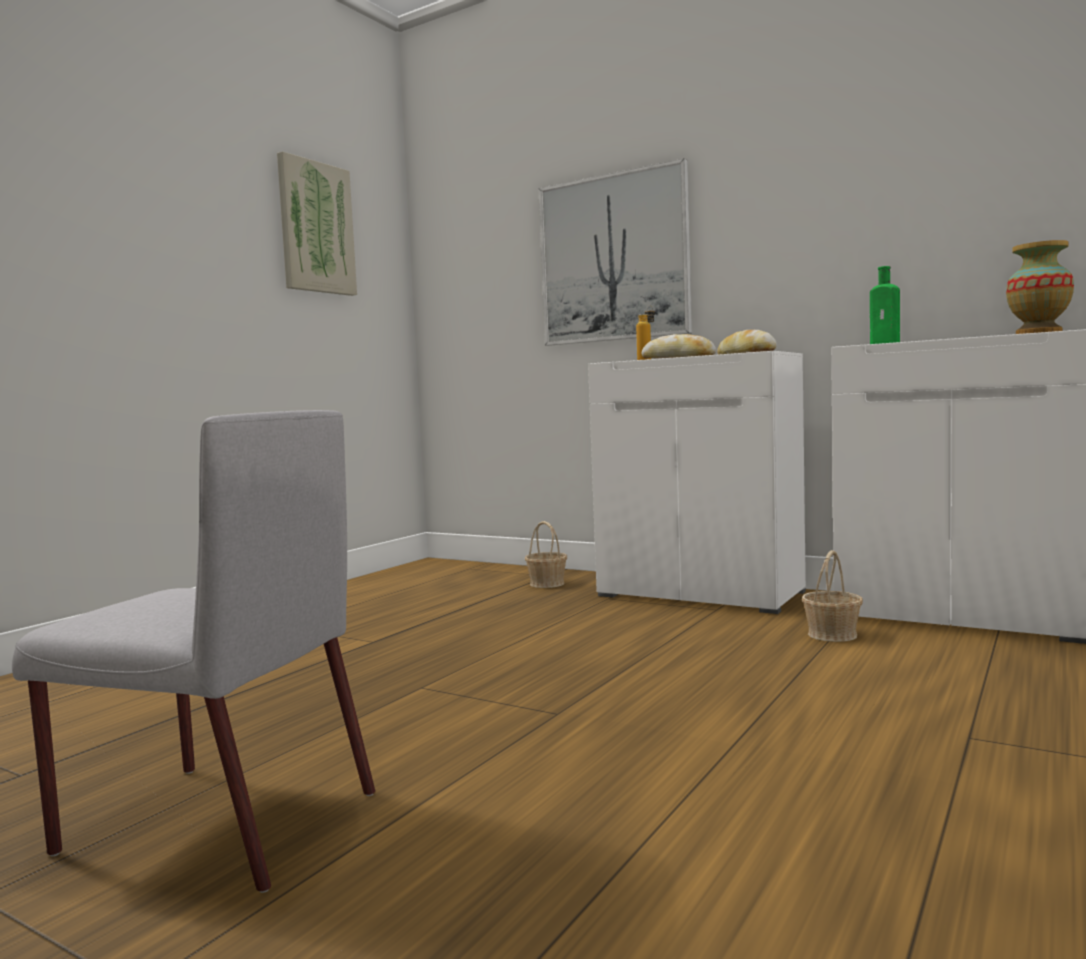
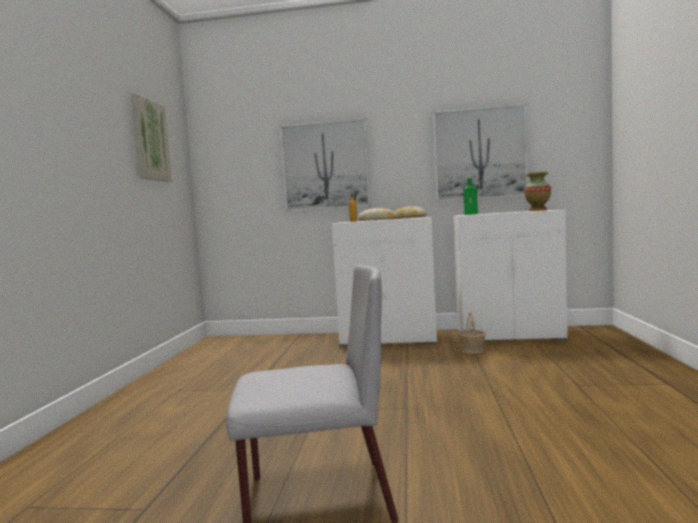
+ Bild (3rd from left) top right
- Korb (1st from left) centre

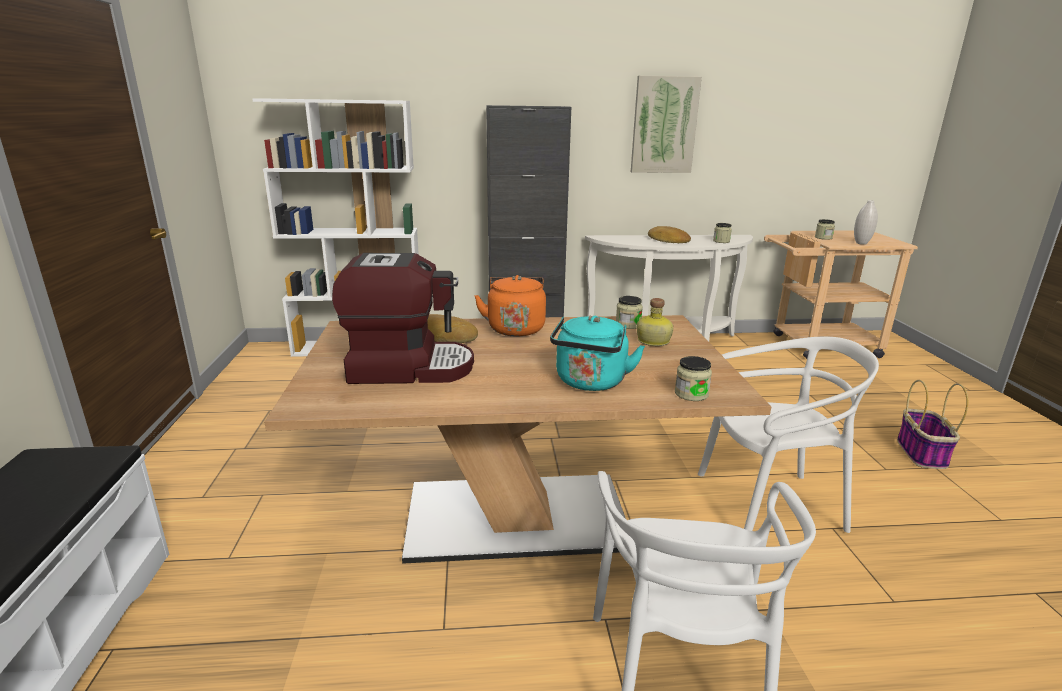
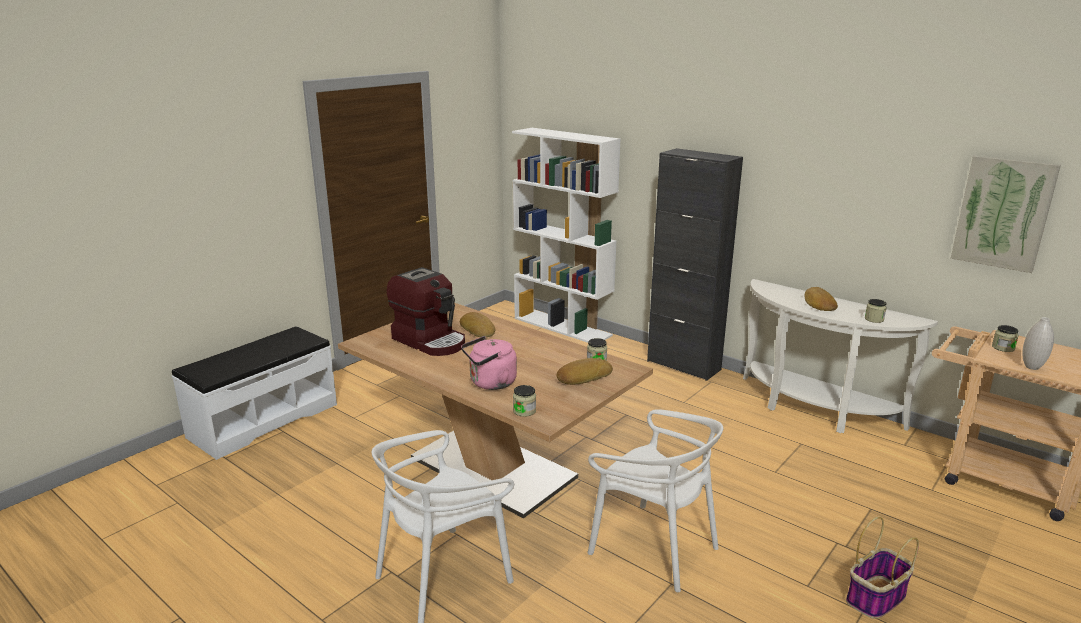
~ Wasserkessel/türkis centre to Wasserkessel/rosa centre
~ Flasche centre to Brot (2nd from left) centre
~ Bild top centre to middle right
- Wasserkessel/orange centre

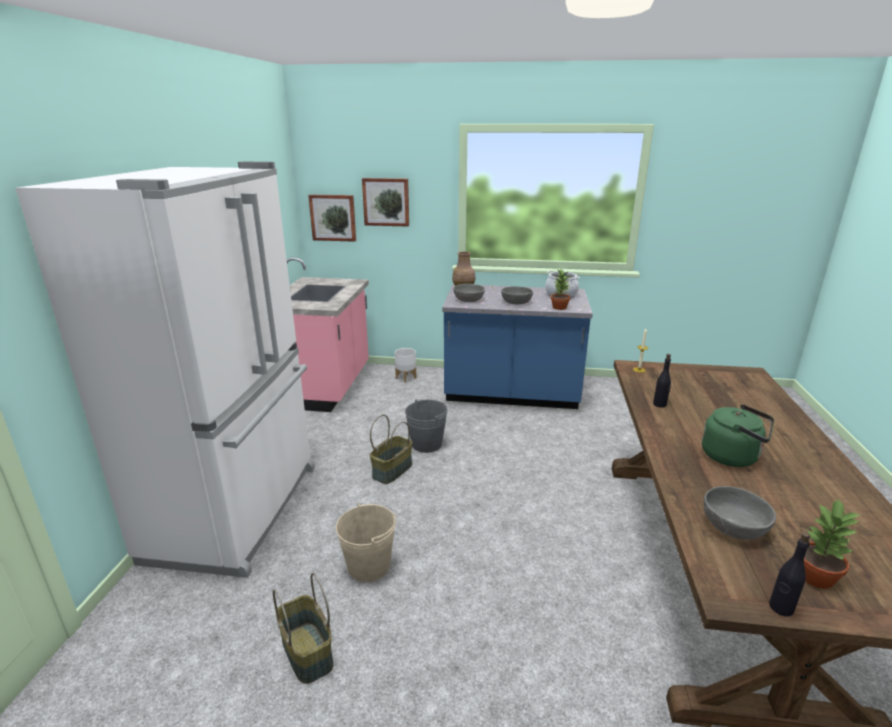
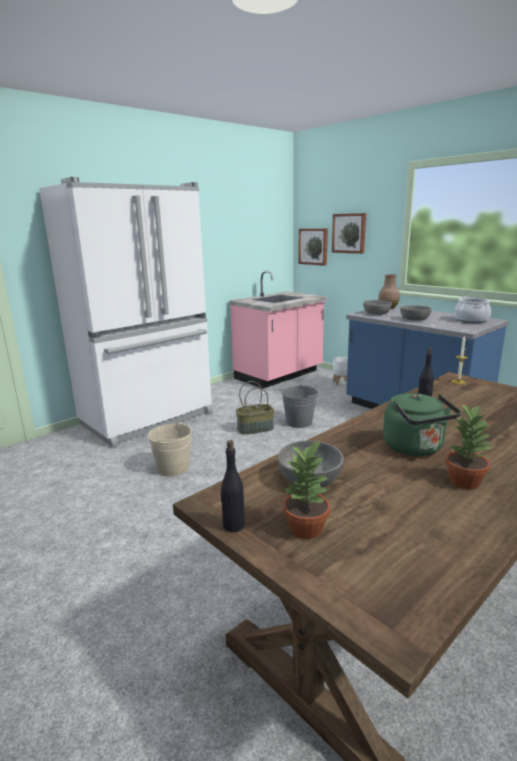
~ Topfpflanze (1st from left in the first image) centre to Topfpflanze (2nd from left) middle right
- Korb (1st from left) bottom centre

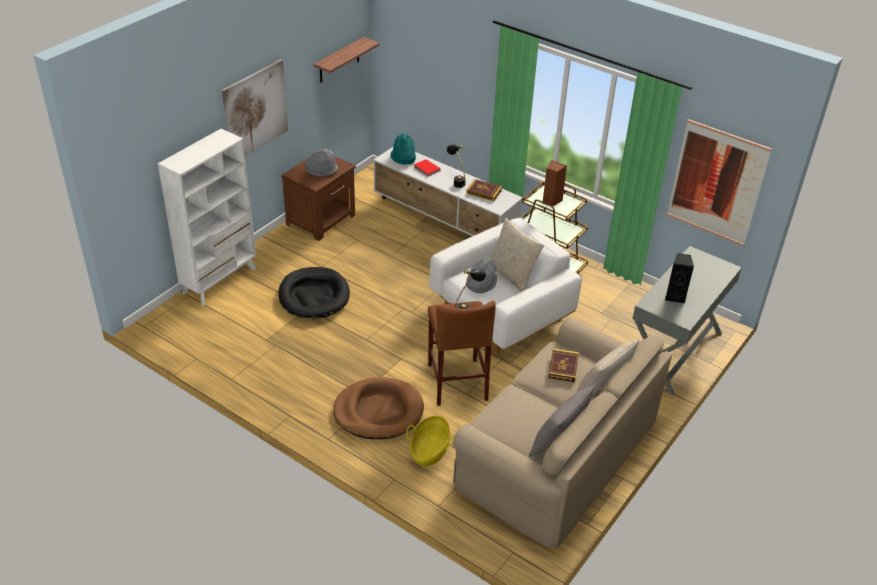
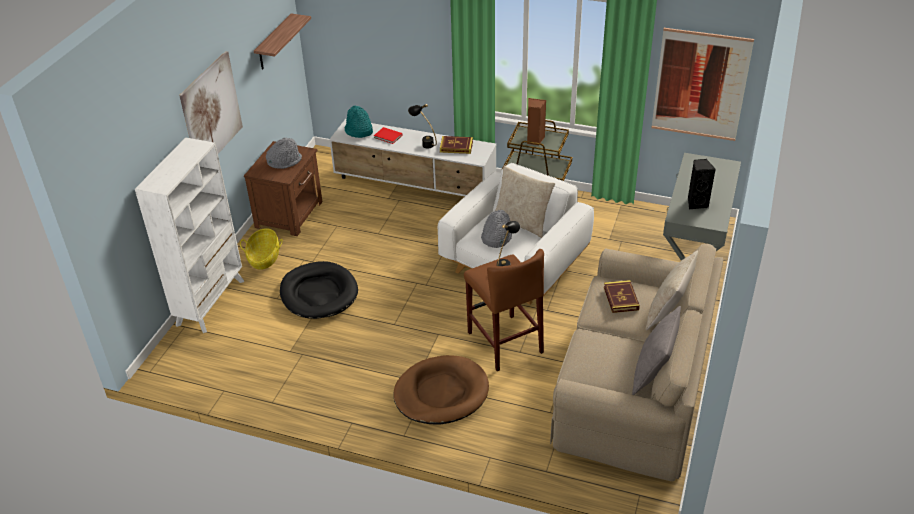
~ Korb bottom centre to middle left

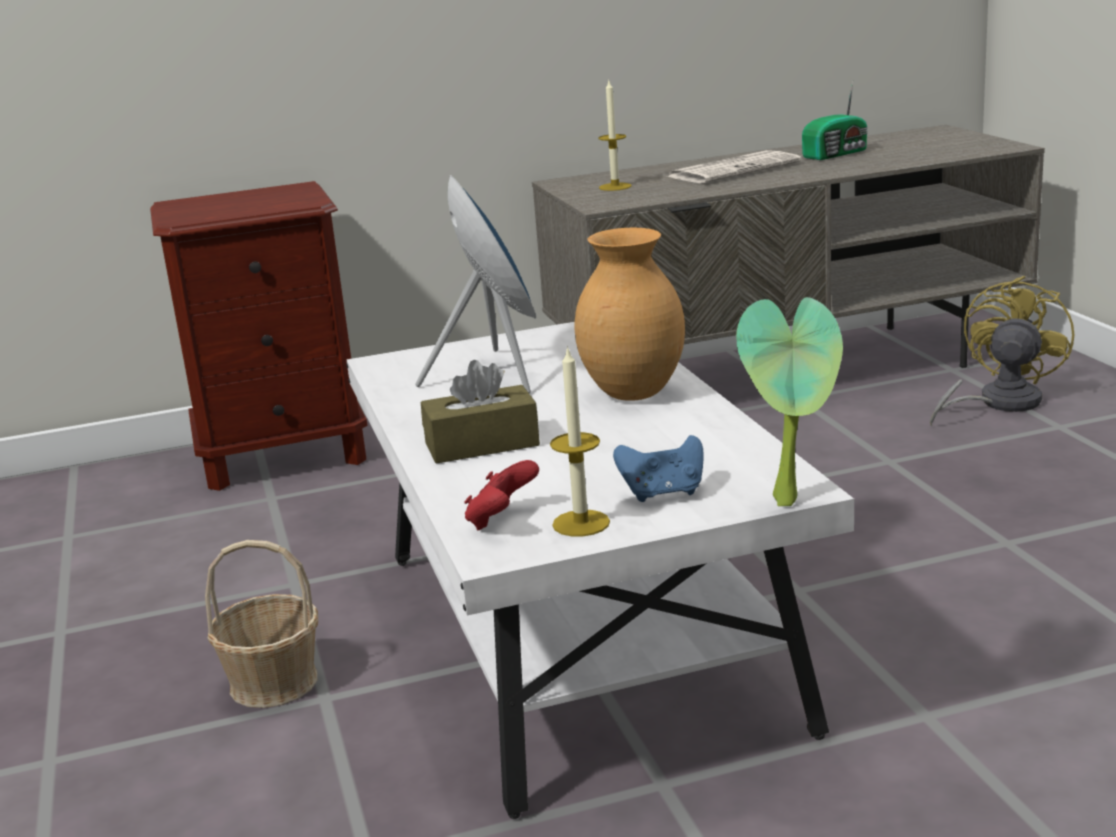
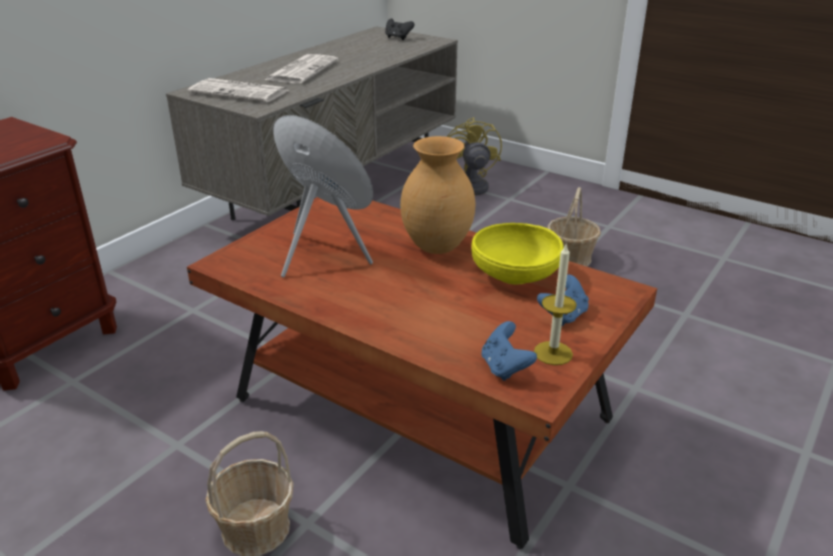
~ Couchtisch/weiß bottom centre to Couchtisch/braun bottom centre
~ Kerze (2nd from left) top centre to Zeitung (1st from left) top left
+ Gamepad/schwarz top centre
+ Schüssel/gelb centre
~ Gamepad/rot centre to Gamepad/blau (1st from left) centre
+ Korb (2nd from left) middle right
- Taschentuchbox/braun centre
- Topfpflanze middle right
- Radio top right

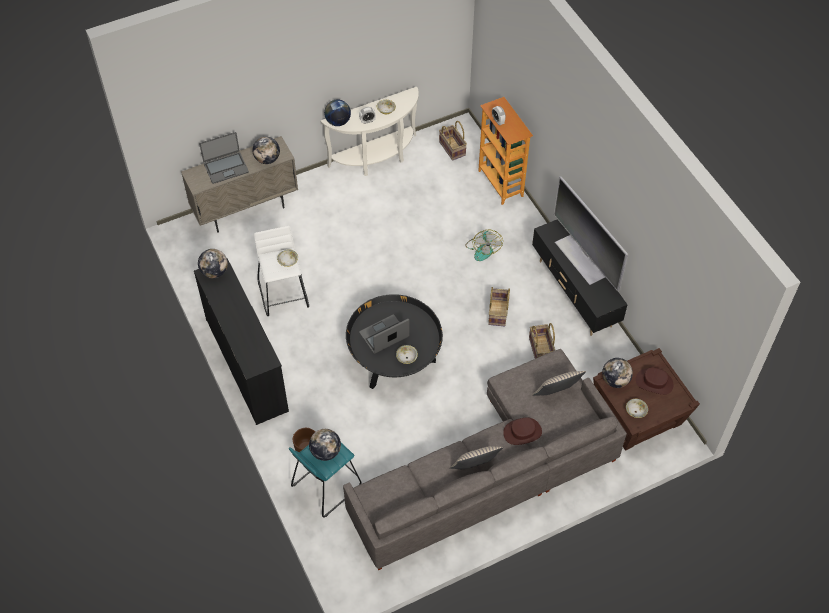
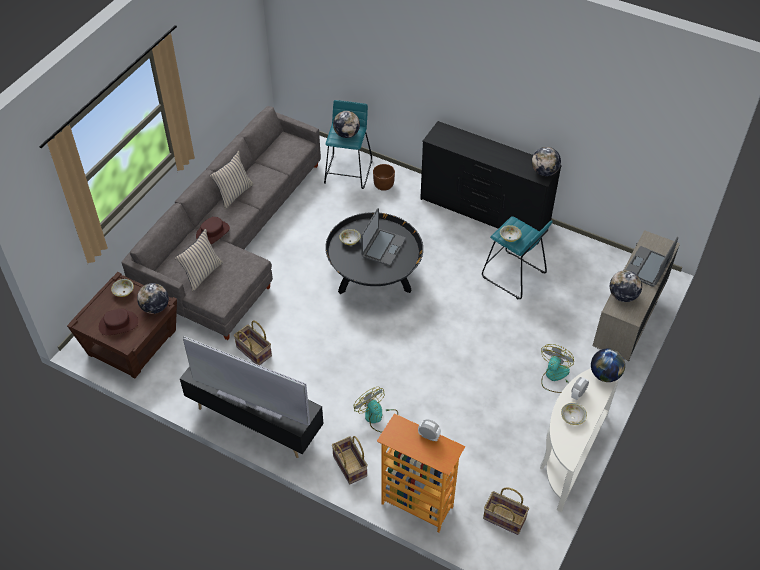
~ Korb (2nd from left) centre to bottom centre
~ Hocker/weiß centre to Hocker/türkis (2nd from left) middle right
+ Ventilator (2nd from left) middle right

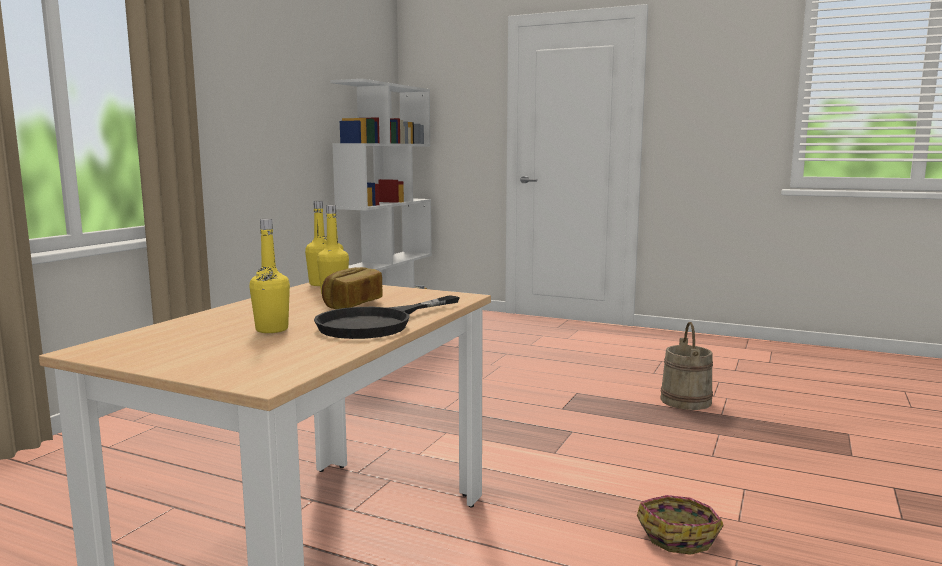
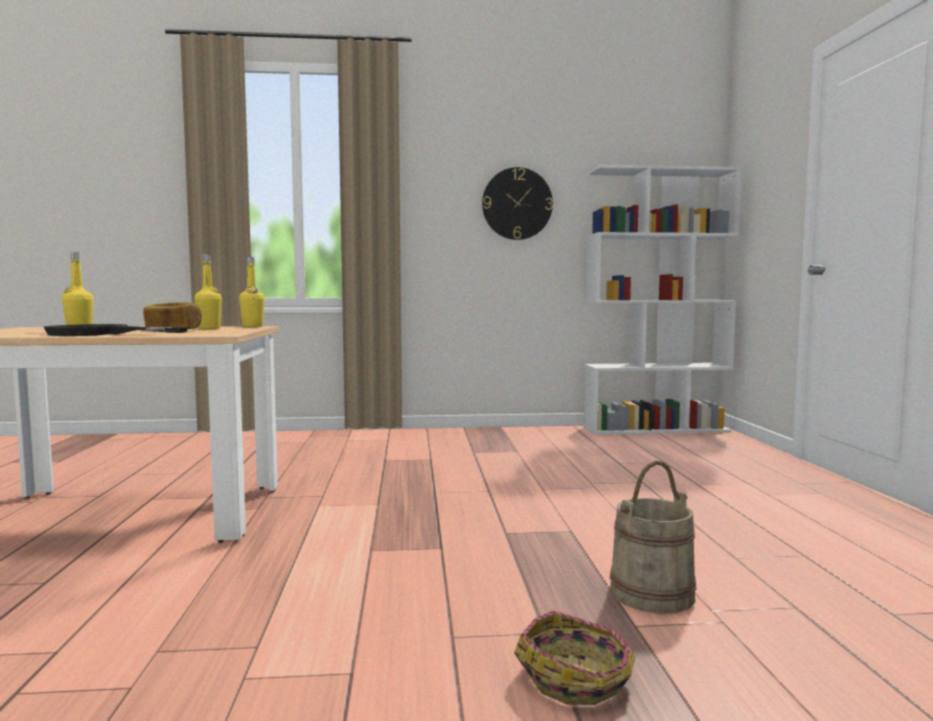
+ Wanduhr top centre
~ Korb bottom right to bottom centre

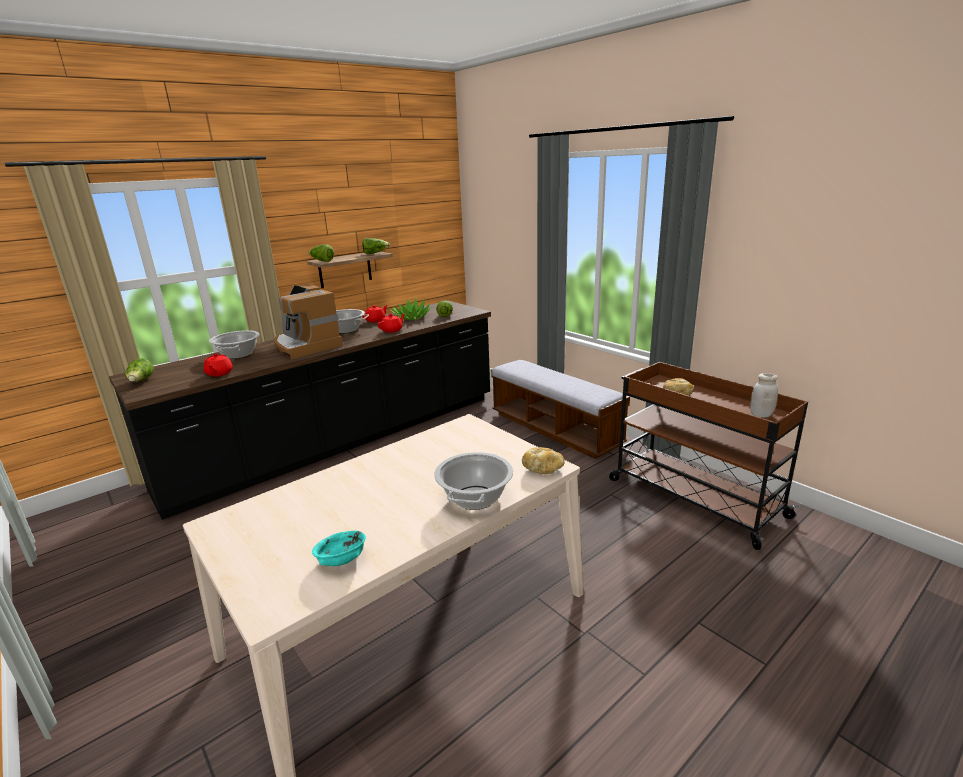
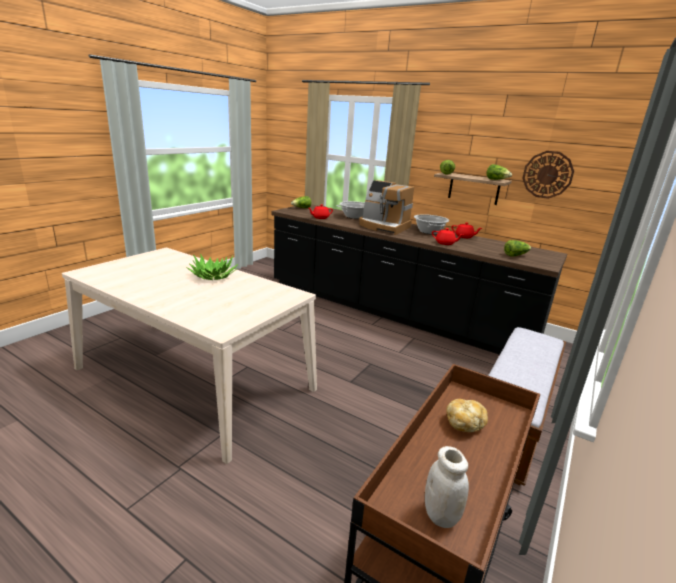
~ Topfpflanze centre to middle left
~ Kaffeemaschine middle left = centre 90 degrees counterclockwise
+ Wanduhr top right
- Schüssel/türkis bottom centre
- Kochtopf (3rd from left) centre
- Brot (1st from left) centre

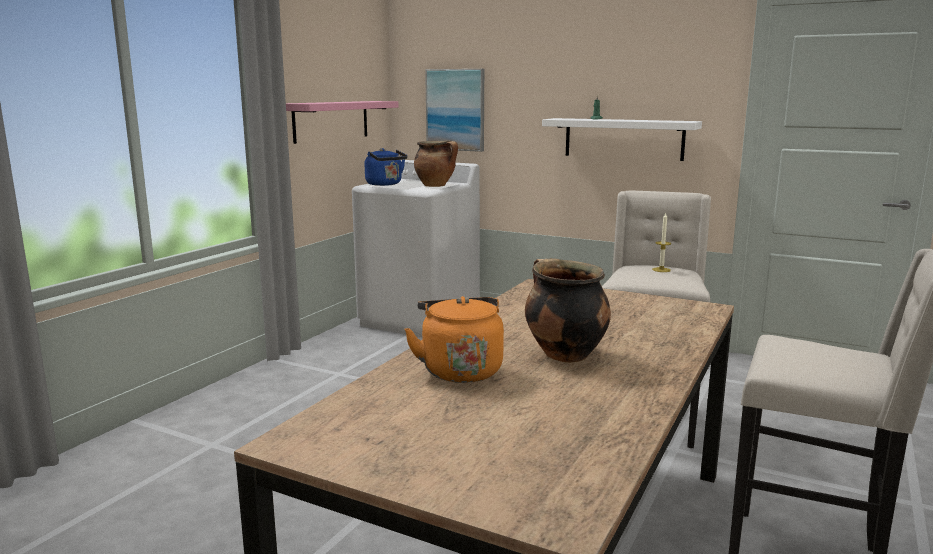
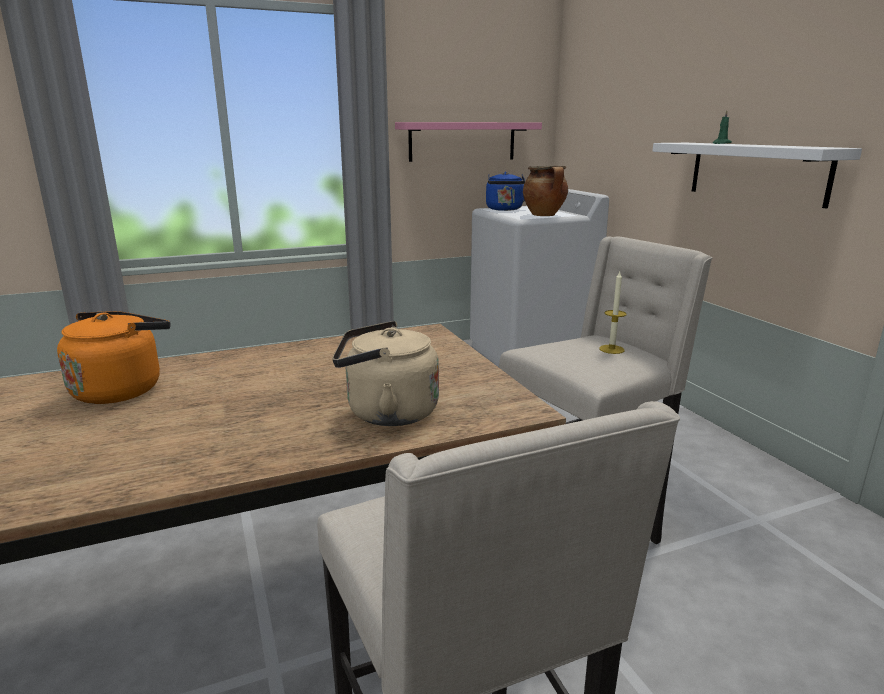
+ Wasserkessel/beige centre
- Bild top centre
- Kochtopf (2nd from left) centre

